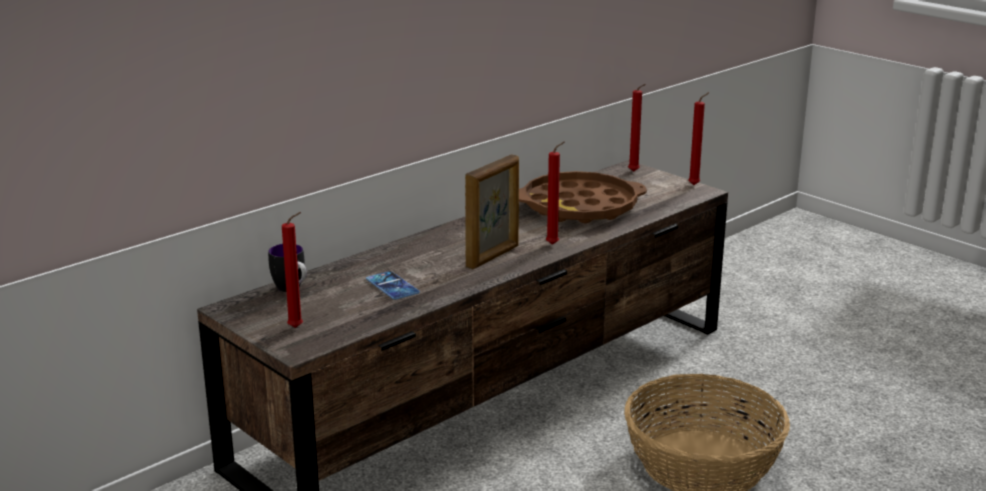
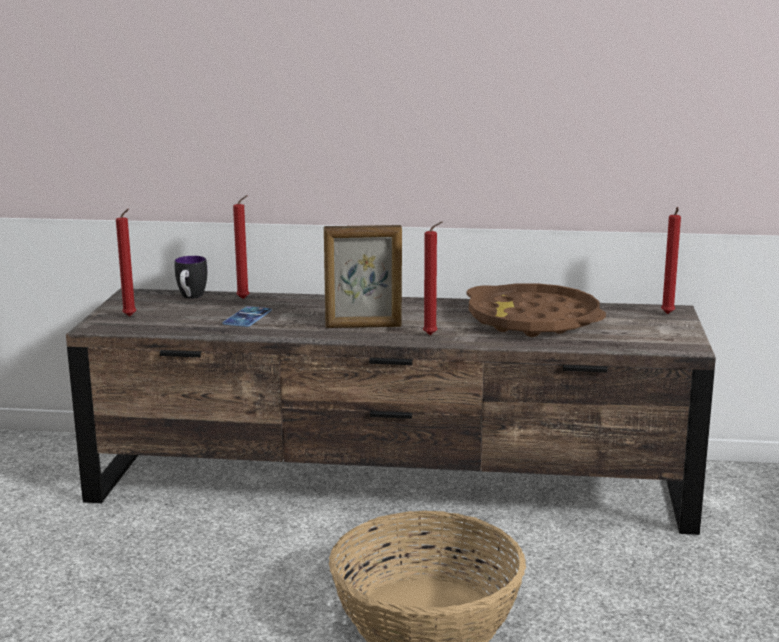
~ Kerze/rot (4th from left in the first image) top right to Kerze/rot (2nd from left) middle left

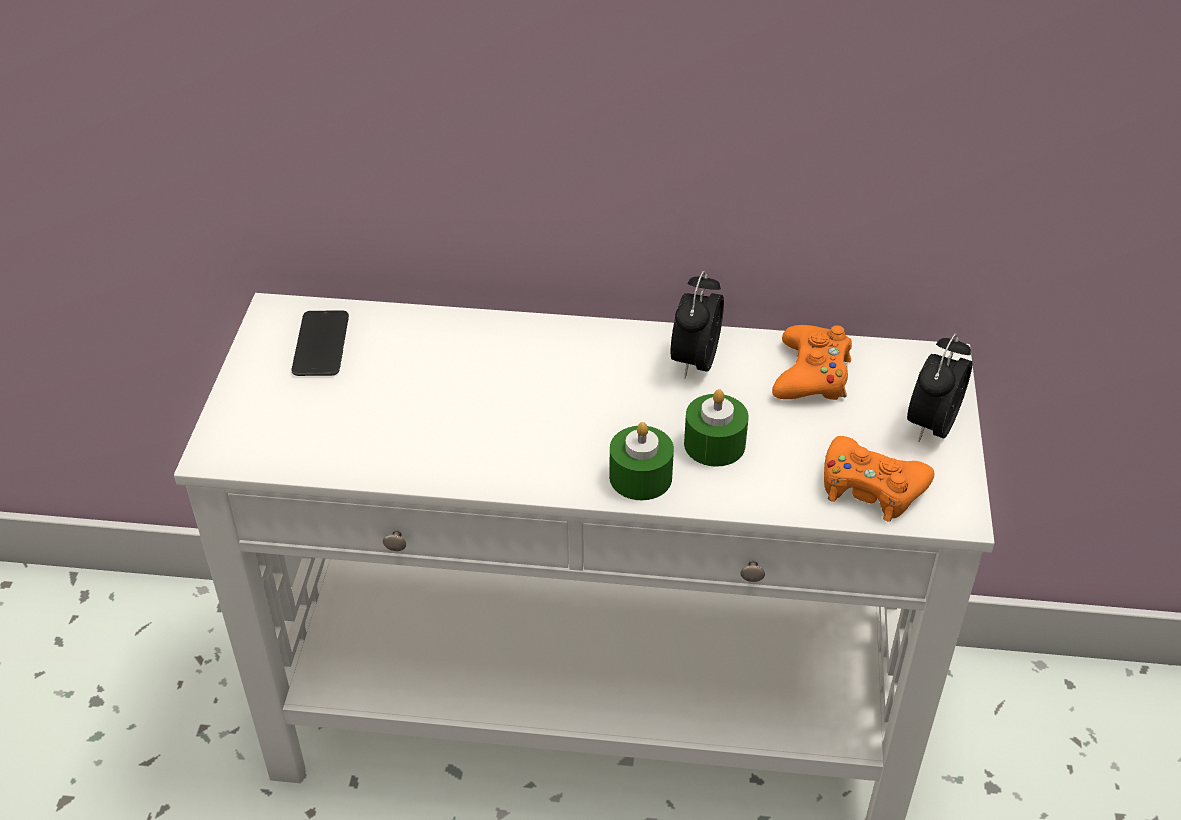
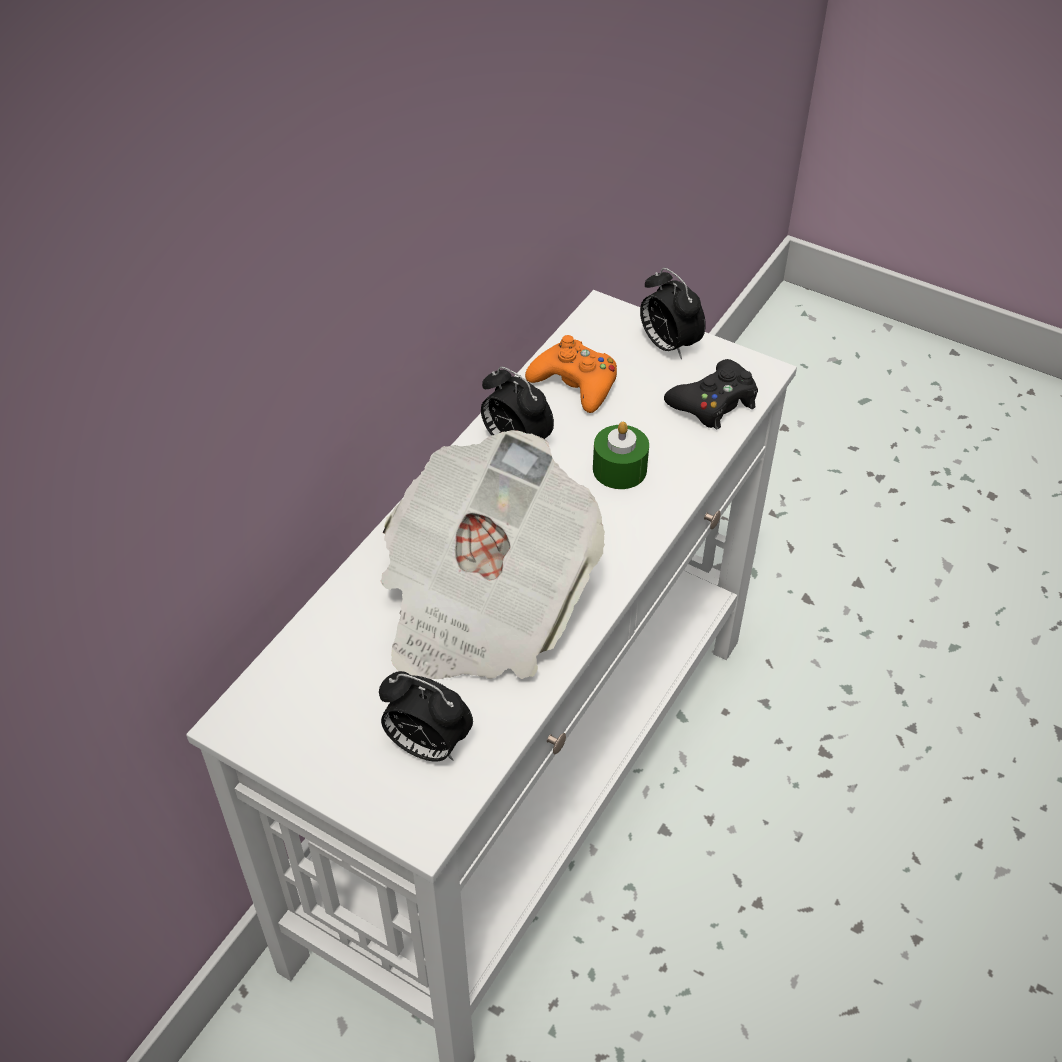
+ Wecker (1st from left) bottom centre
+ Zeitung centre
~ Gamepad/orange (2nd from left) middle right to Gamepad/schwarz middle right
- Handy middle left
- Kerze/grün (1st from left) centre

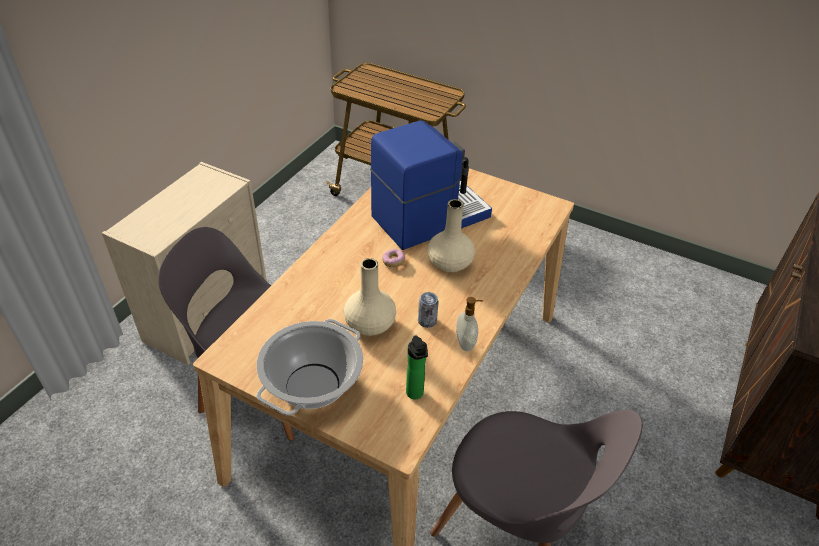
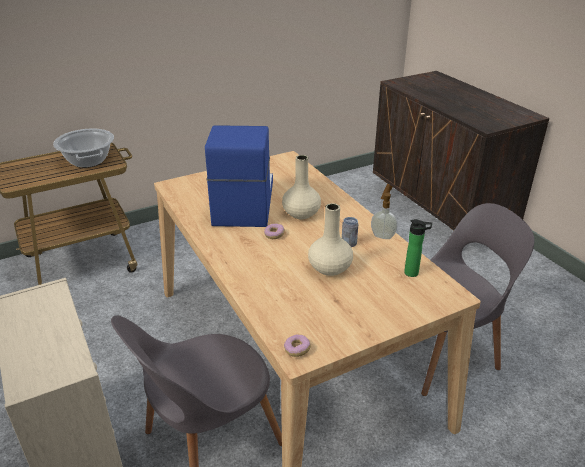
~ Kochtopf bottom centre to top left
+ Donut (2nd from left) bottom centre

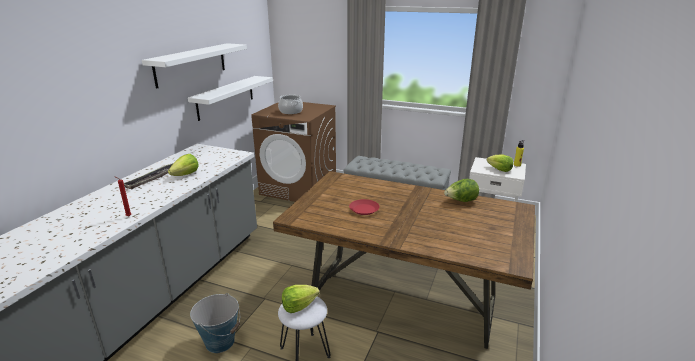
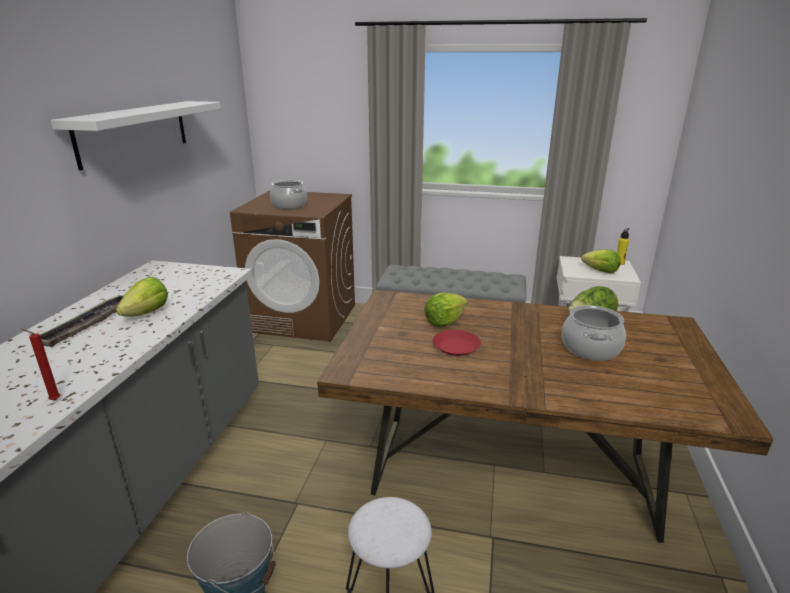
~ Salatkopf (2nd from left) bottom centre to centre
+ Kochtopf (2nd from left) middle right
- Wandregal/weiß (2nd from left) top left

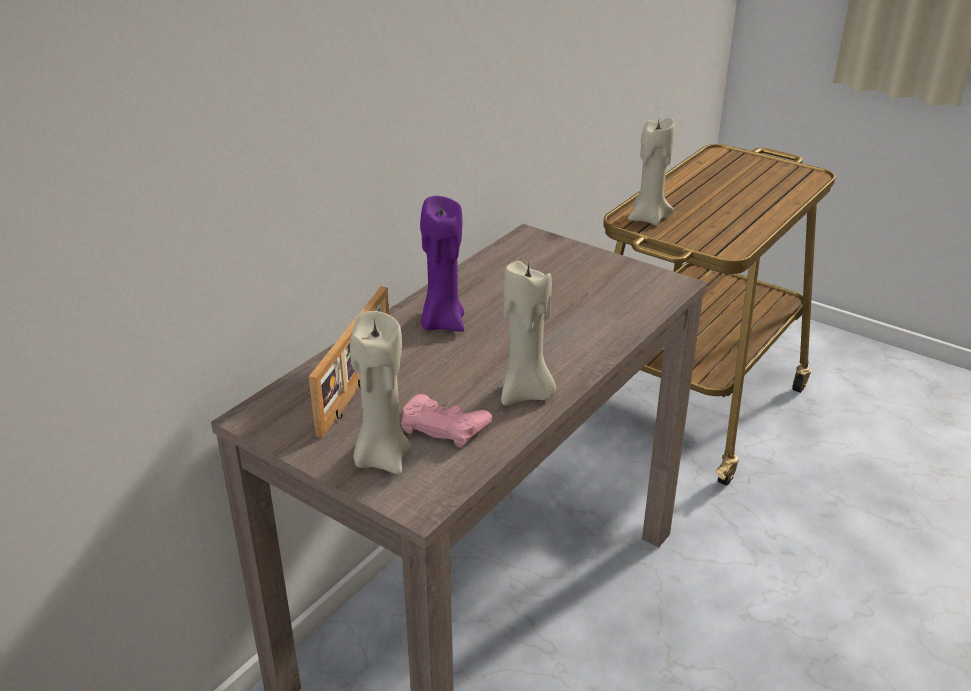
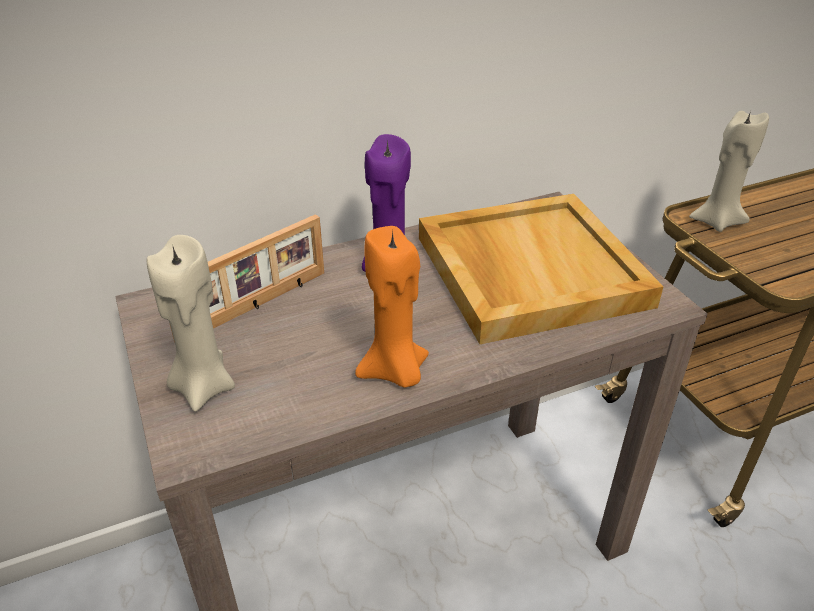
~ Kerze/beige (2nd from left) centre to Kerze/orange centre
+ Tablett/beige centre
- Gamepad/rosa centre

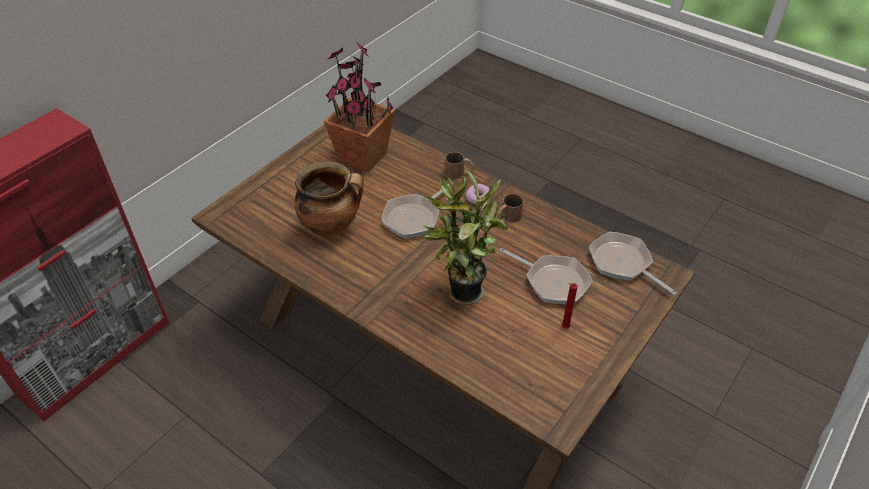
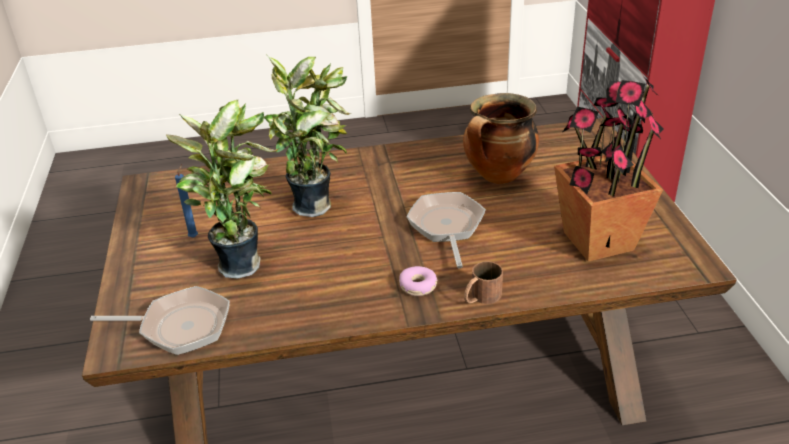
~ Pfanne (2nd from left) centre to Topfpflanze (1st from left) middle left
~ Kerze/rot centre to Kerze/blau middle left
- Henkelbecher/braun (2nd from left) centre

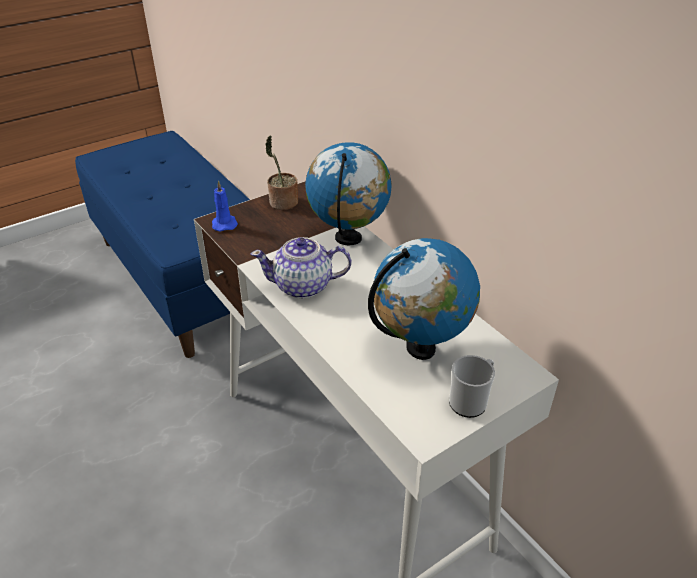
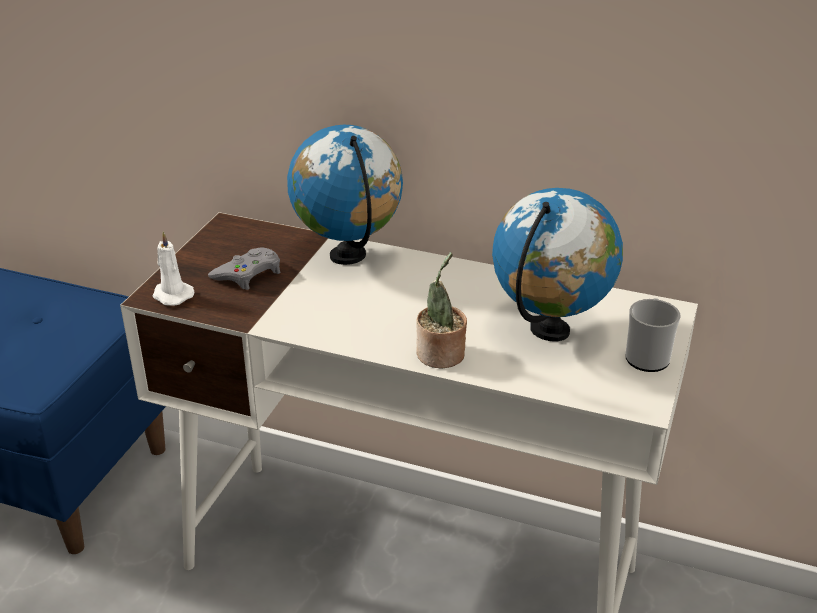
~ Kerze/blau middle left to Kerze/weiß middle left
+ Gamepad/grau middle left
~ Topfpflanze top centre to centre
- Teekanne centre

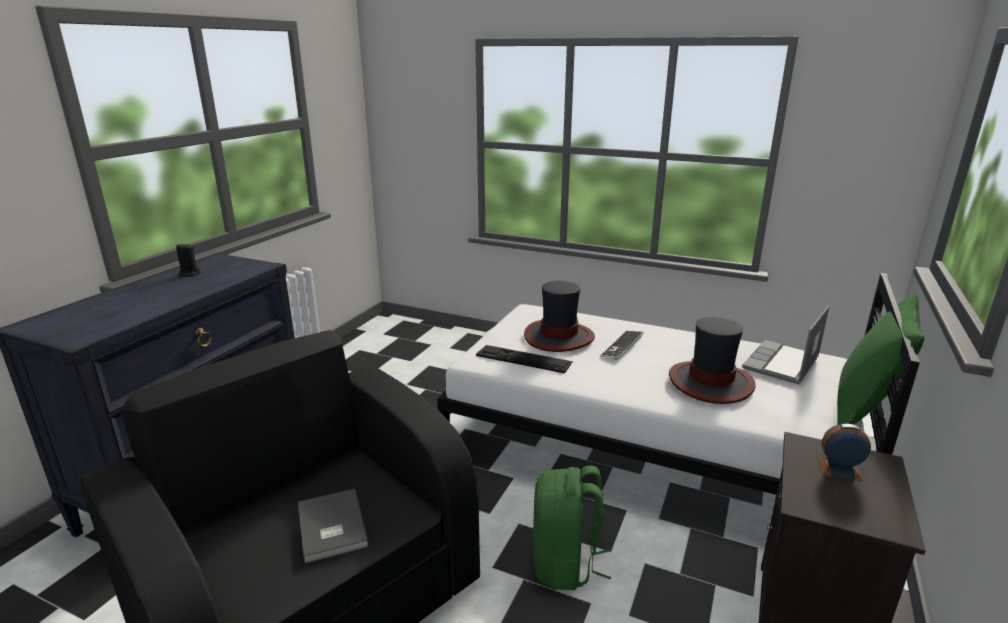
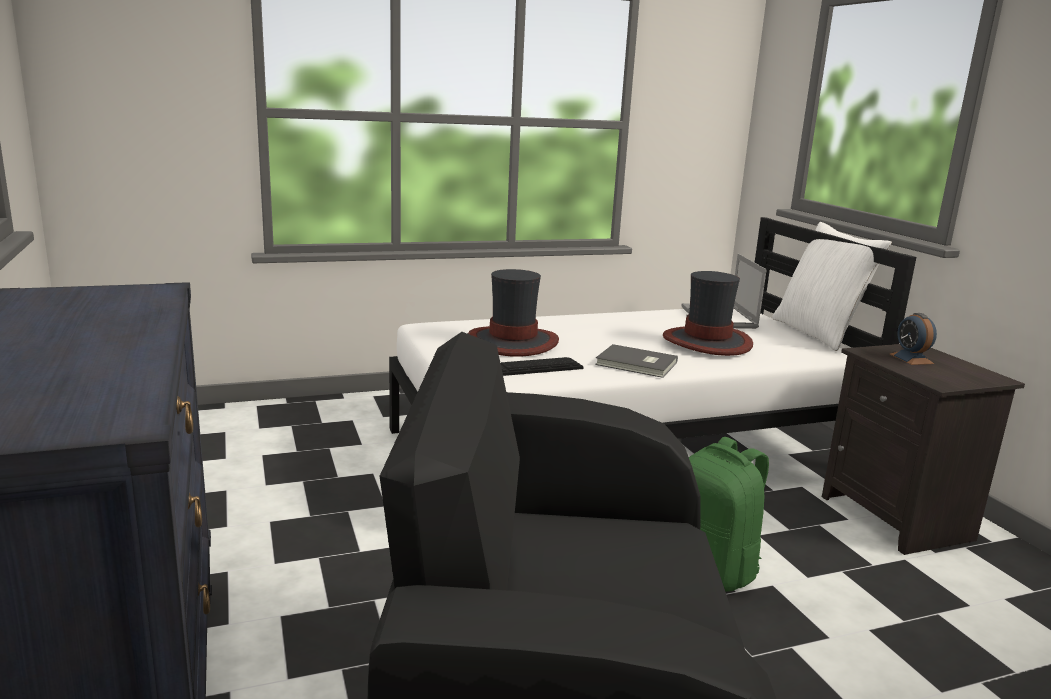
~ Buch/grau bottom left to centre
~ Kissen/grün middle right to Kissen/weiß middle right
~ Wecker bottom right = middle right 75 degrees counterclockwise
- Kerze/schwarz middle left
- Tastatur (2nd from left) centre

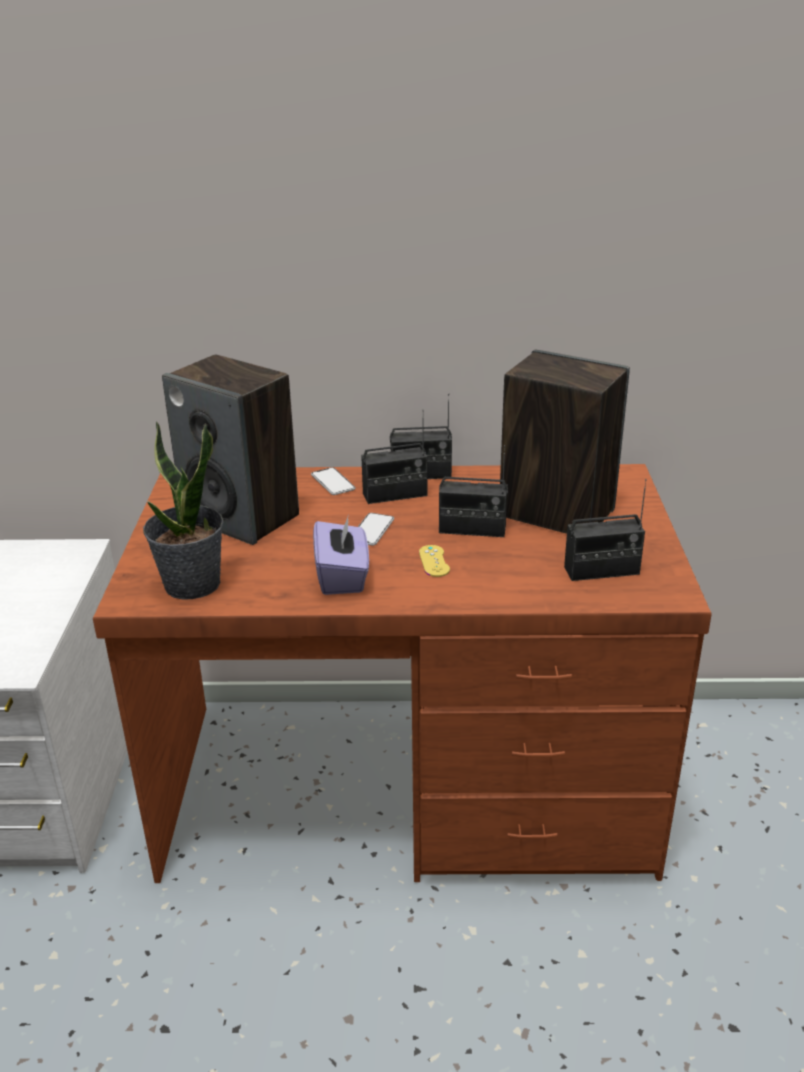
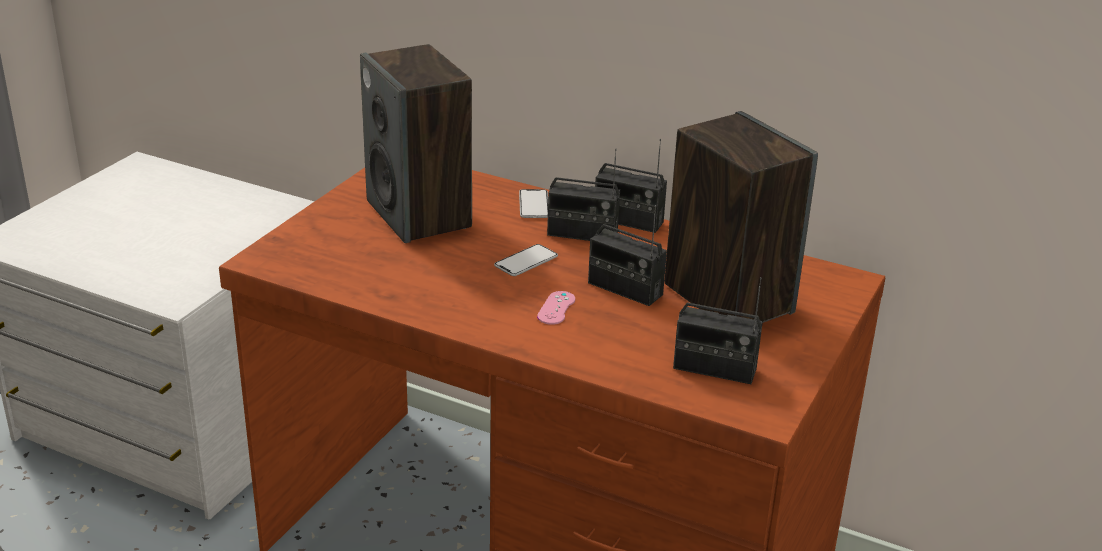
~ Gamepad/gelb centre to Gamepad/rosa centre
- Topfpflanze middle left
- Taschentuchbox/lila centre

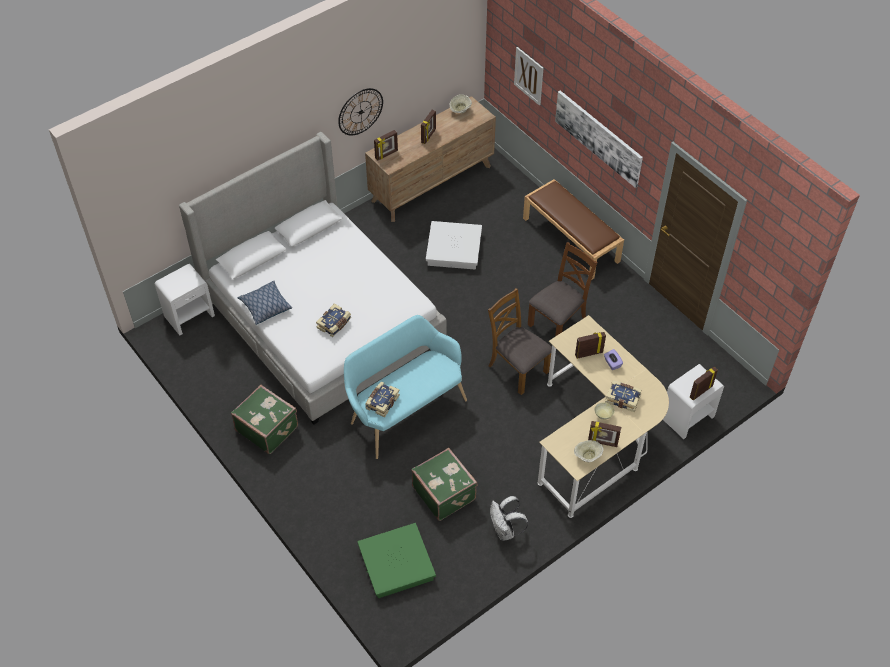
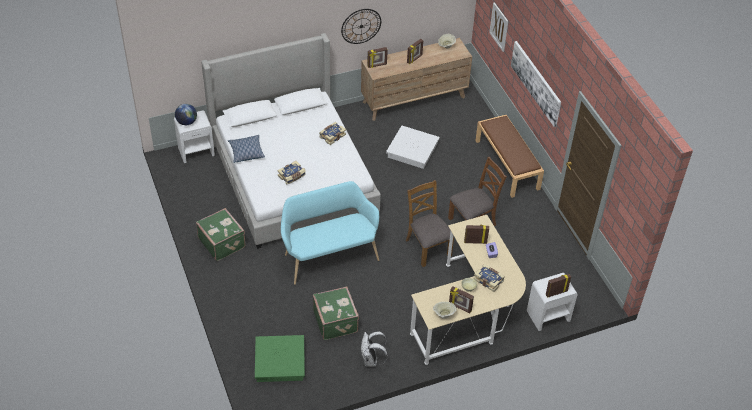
+ Globus top left
~ Buch (2nd from left) centre to top centre

